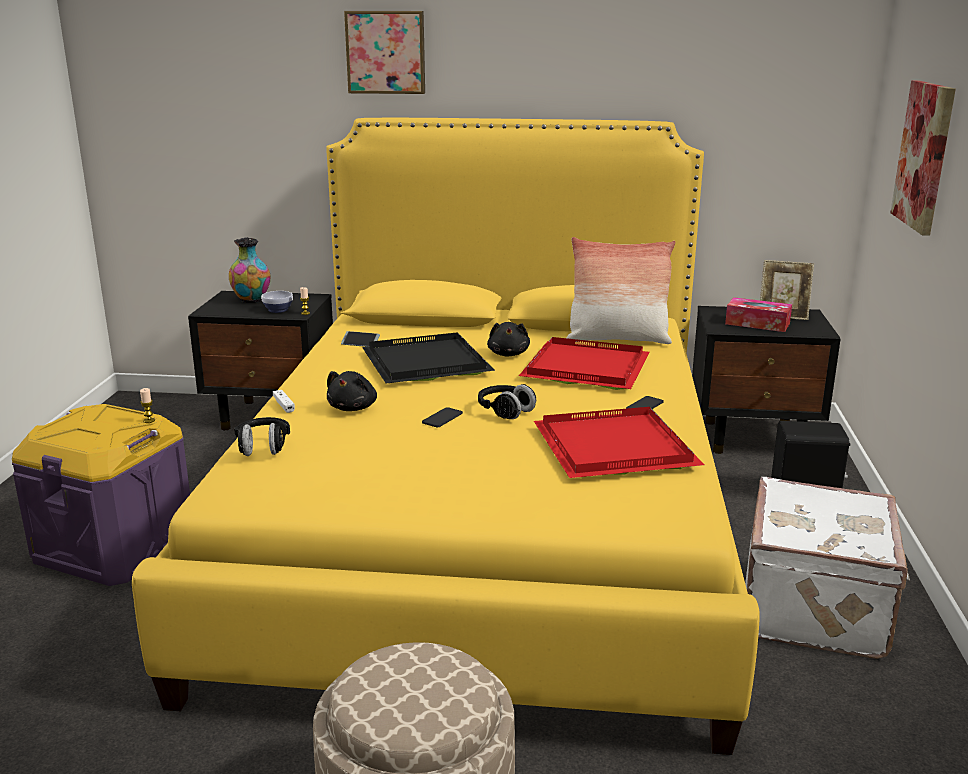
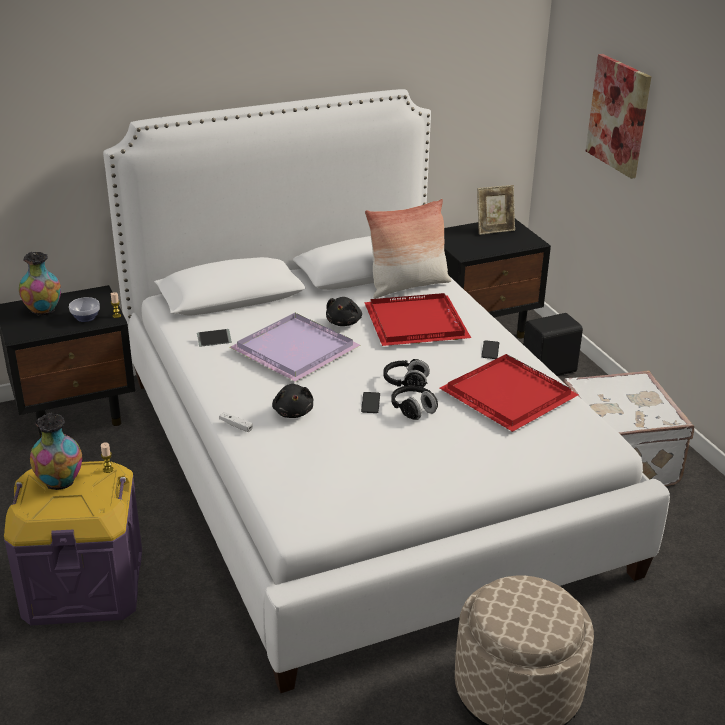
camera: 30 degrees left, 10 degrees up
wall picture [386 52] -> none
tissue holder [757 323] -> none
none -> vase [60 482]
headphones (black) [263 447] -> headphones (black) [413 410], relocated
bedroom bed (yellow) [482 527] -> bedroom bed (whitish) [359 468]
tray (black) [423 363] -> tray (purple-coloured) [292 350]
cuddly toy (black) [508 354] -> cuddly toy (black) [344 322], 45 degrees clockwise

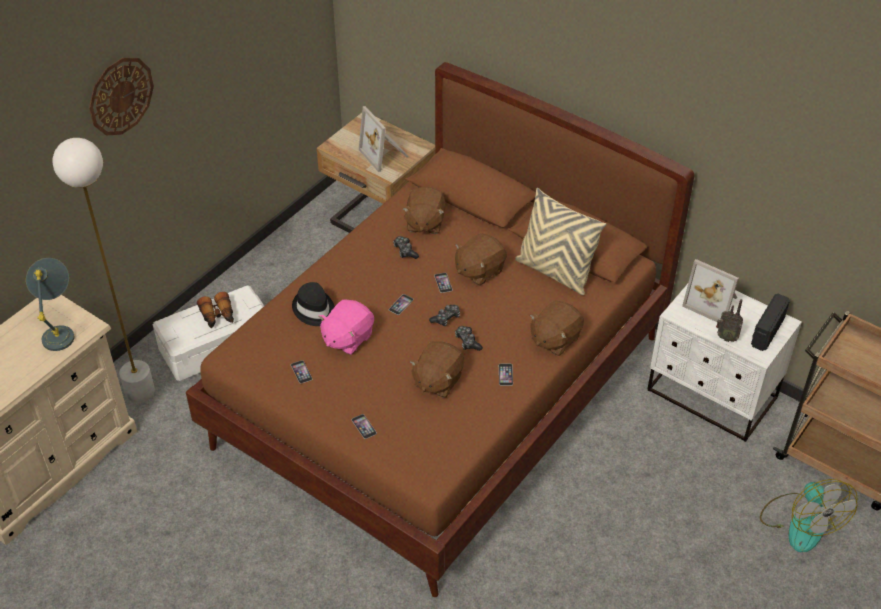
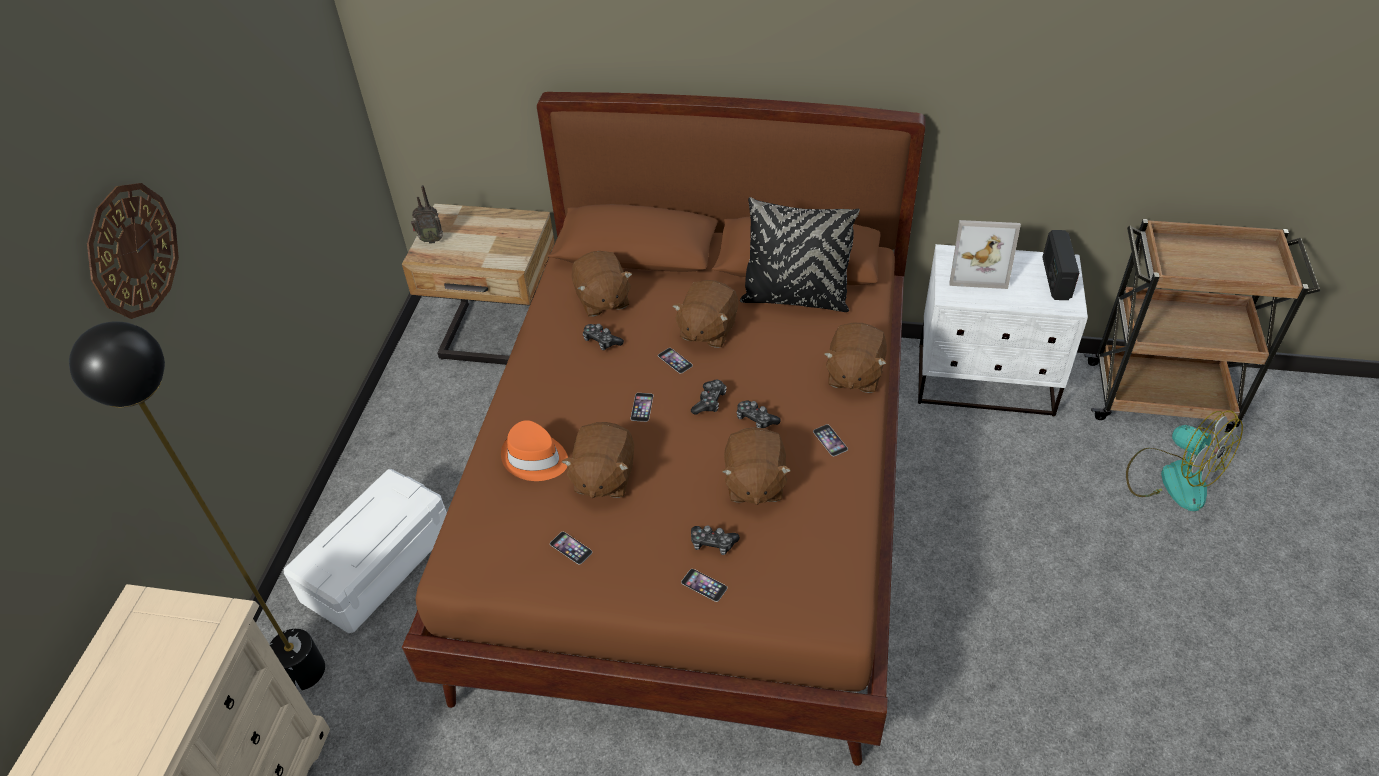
camera: 25 degrees left, 0 degrees up
tabletop lamp (greyish) [61 330] -> none
field glasses [218 316] -> none
picture frame [385 154] -> none
none -> game controller [713 543]
radio receiver [726 337] -> radio receiver [431 240], relocated
standing lamp (whitish) [139 391] -> standing lamp (black) [303 671]
wearable hat (black) [314 310] -> wearable hat (orange-coloured) [535 458]
cuddly toy (pink) [347 338] -> cuddly toy (brown-coloured) [603 477]
pillow (sand-coloured) [555 272] -> pillow (black) [795 298]

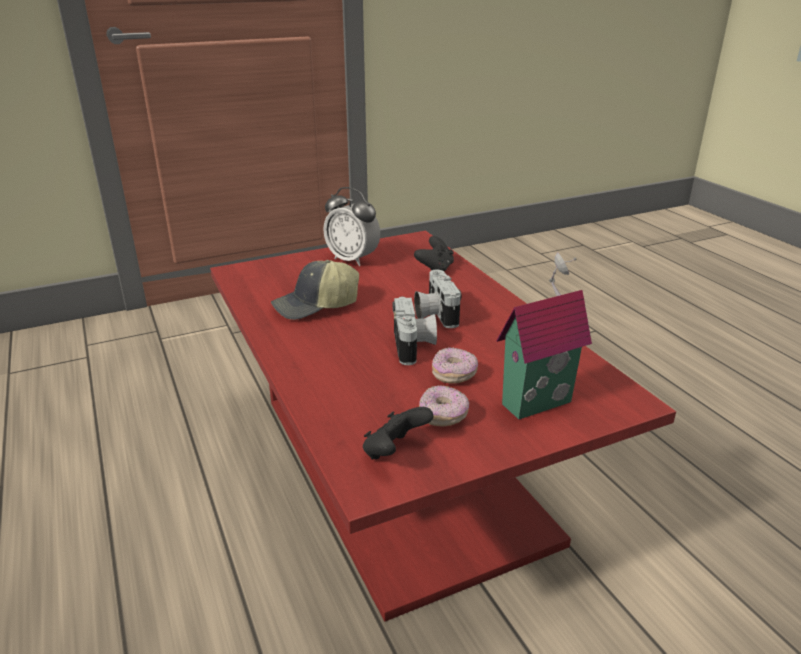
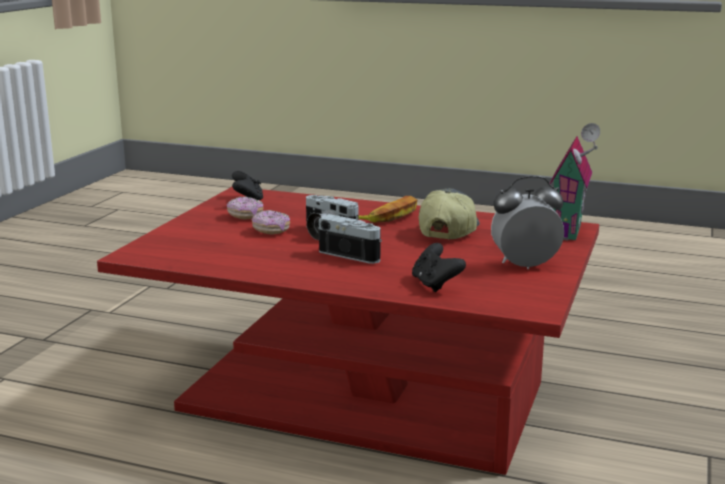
camera: 135 degrees right, 10 degrees down
none -> banana [387 216]
model house [534 400] -> model house [571 232], relocated

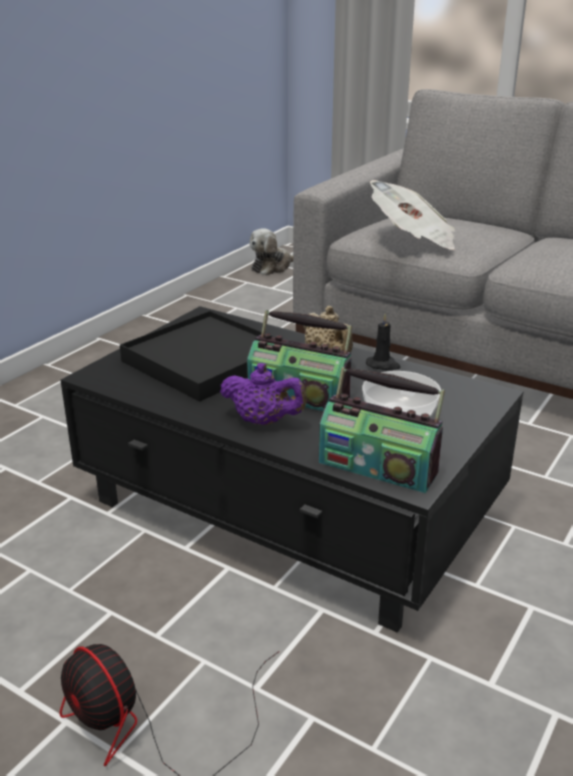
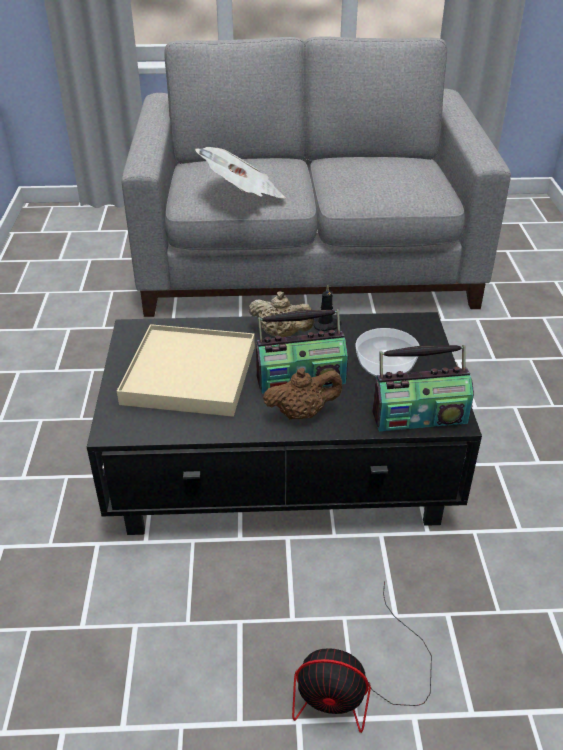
camera: 35 degrees left, 10 degrees up
cuddly toy [273 267] -> none
tray (black) [205 360] -> tray (sand-coloured) [189 374]
tea pot (purple-coloured) [263 421] -> tea pot (brown-coloured) [302 413]

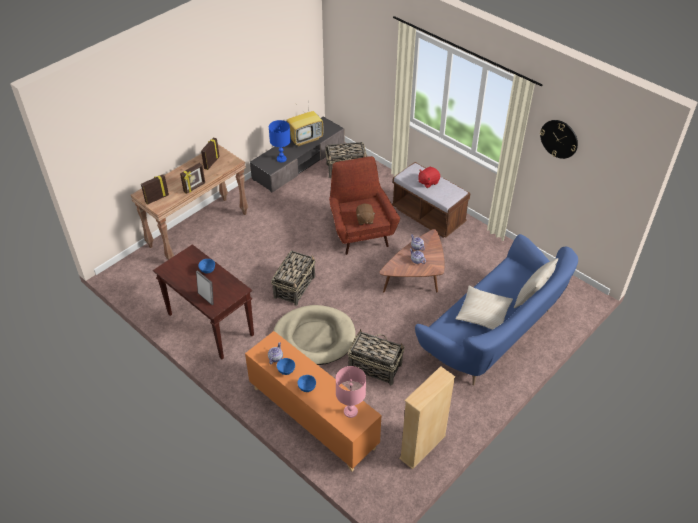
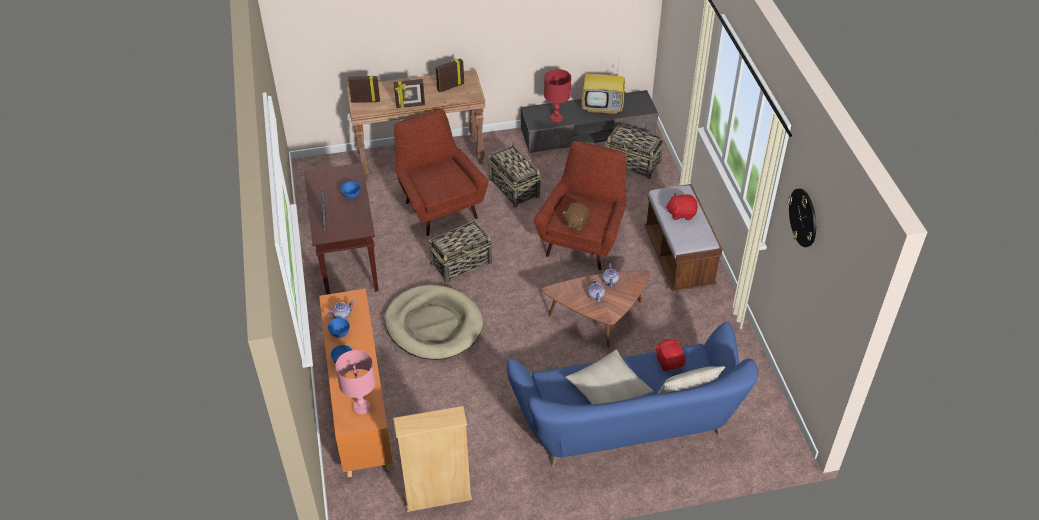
camera: 35 degrees right, 0 degrees up
none -> armchair (red) [439 207]
none -> cuddly toy (red) [669 362]
storage basket [374 366] -> storage basket [514 187], relocated
tabletop lamp (blue) [281 159] -> tabletop lamp (red) [556 118]

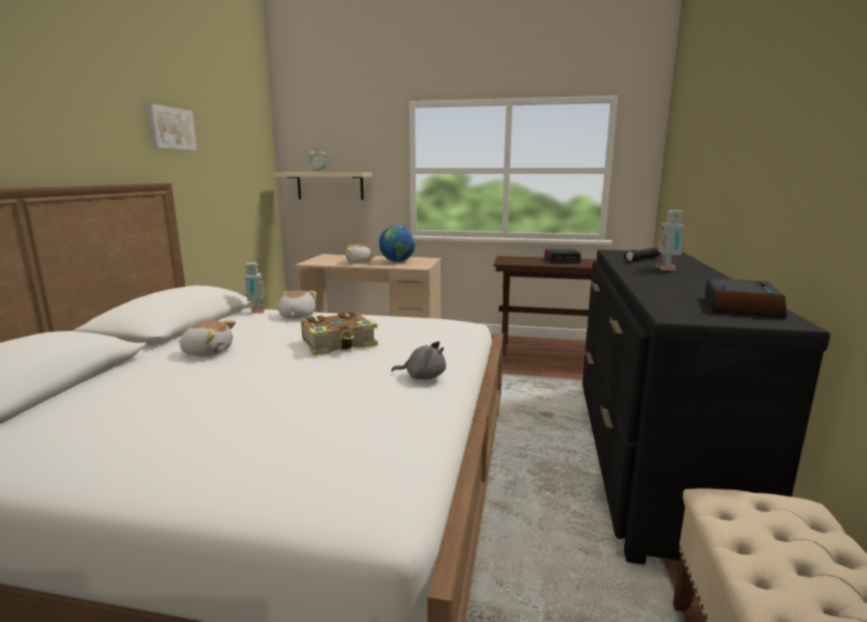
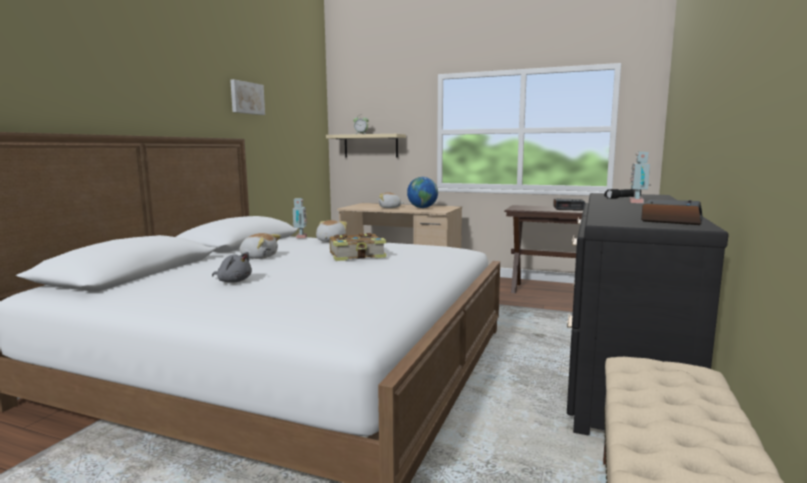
camera: 10 degrees right, 5 degrees down
cuddly toy (greyish) [423 377] -> cuddly toy (greyish) [233 281], relocated

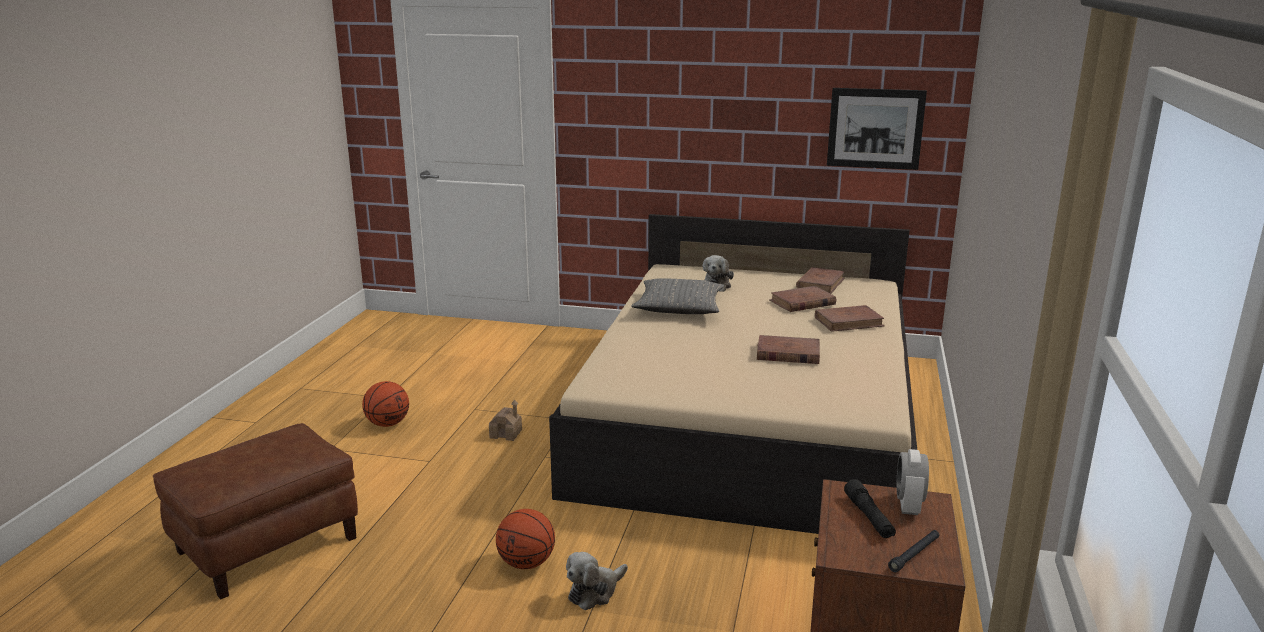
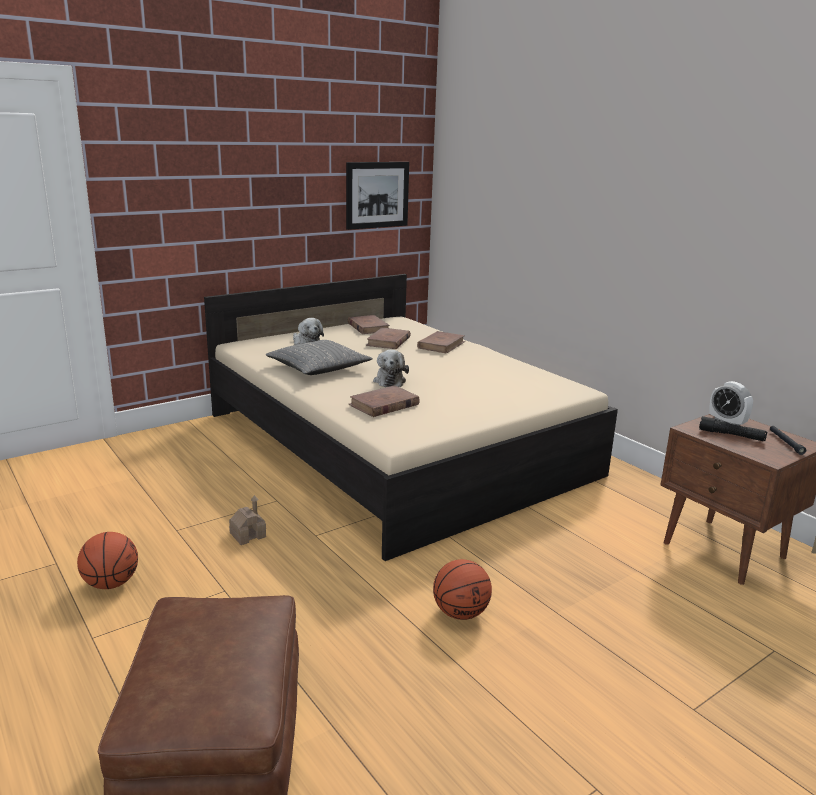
camera: 50 degrees left, 0 degrees up
cuddly toy [595 591] -> cuddly toy [389 380], relocated
bound book (brown-coloured) [787 354] -> bound book (brown-coloured) [384 405], relocated

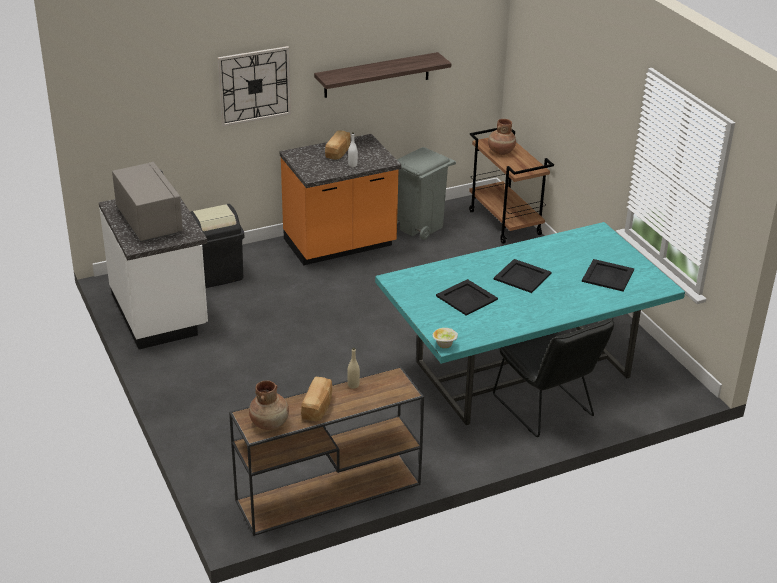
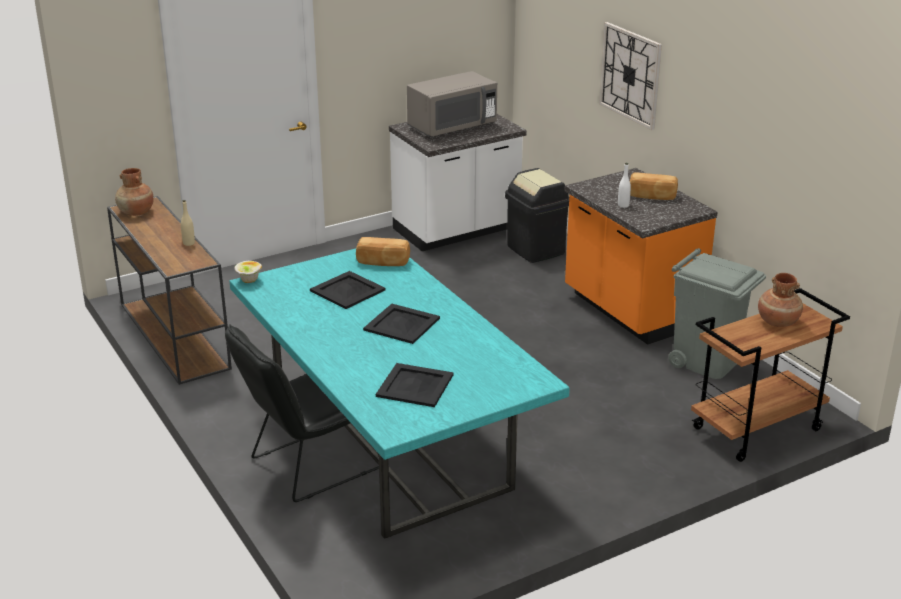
camera: 85 degrees right, 5 degrees down
wall shelf [377 75] -> none
baked bread [318 407] -> baked bread [383 262], relocated

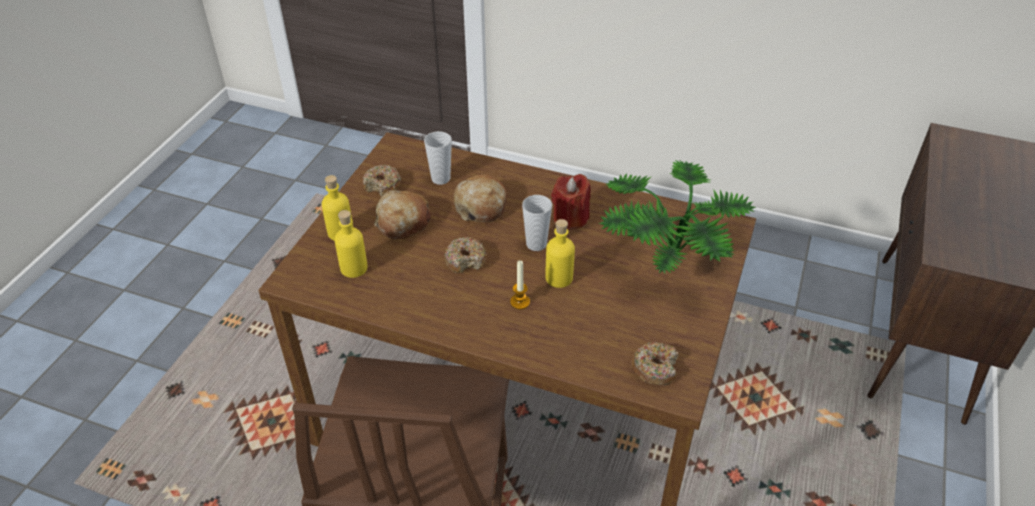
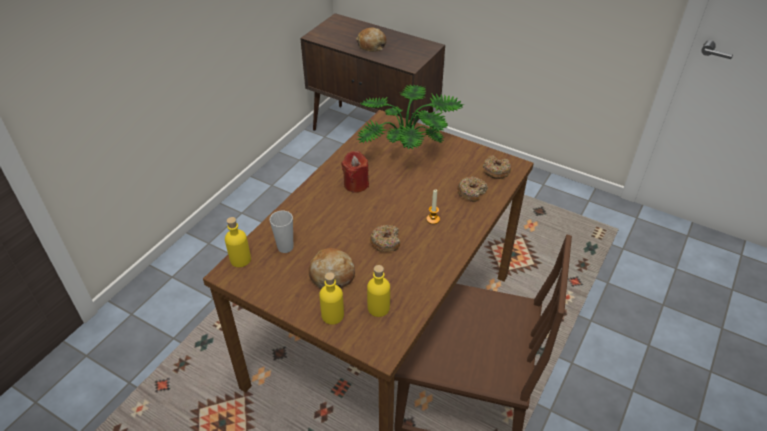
camera: 80 degrees left, 0 degrees up
cup [536 244] -> none
ring doughnut [382 186] -> ring doughnut [471 192], relocated
baked bread [481 206] -> baked bread [371 45], relocated
beverage bottle (yellow) [559 278] -> beverage bottle (yellow) [240 259], relocated

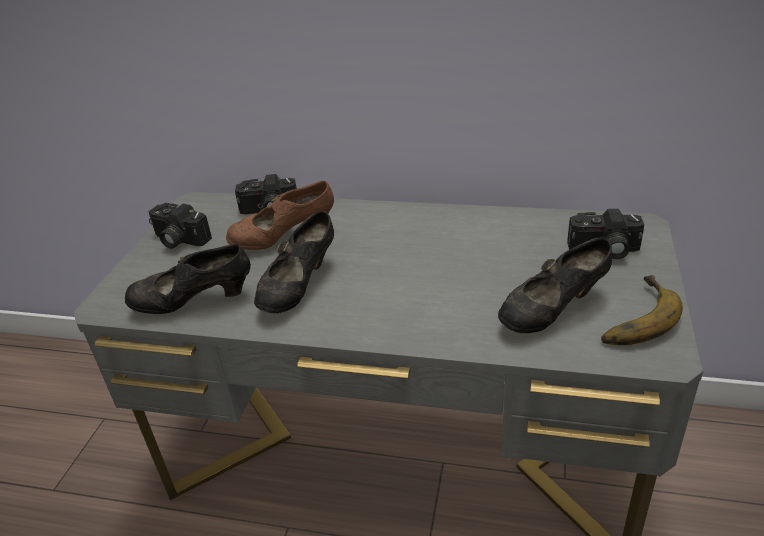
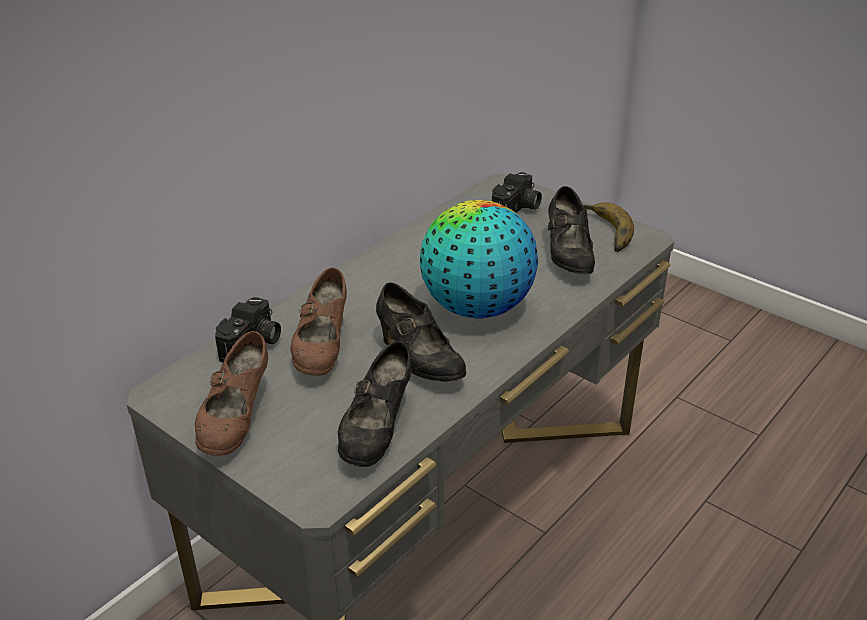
camera: 65 degrees left, 0 degrees up
none -> desk globe [476 307]
photo camera [178 240] -> low shoe (brown-coloured) [236 421]

